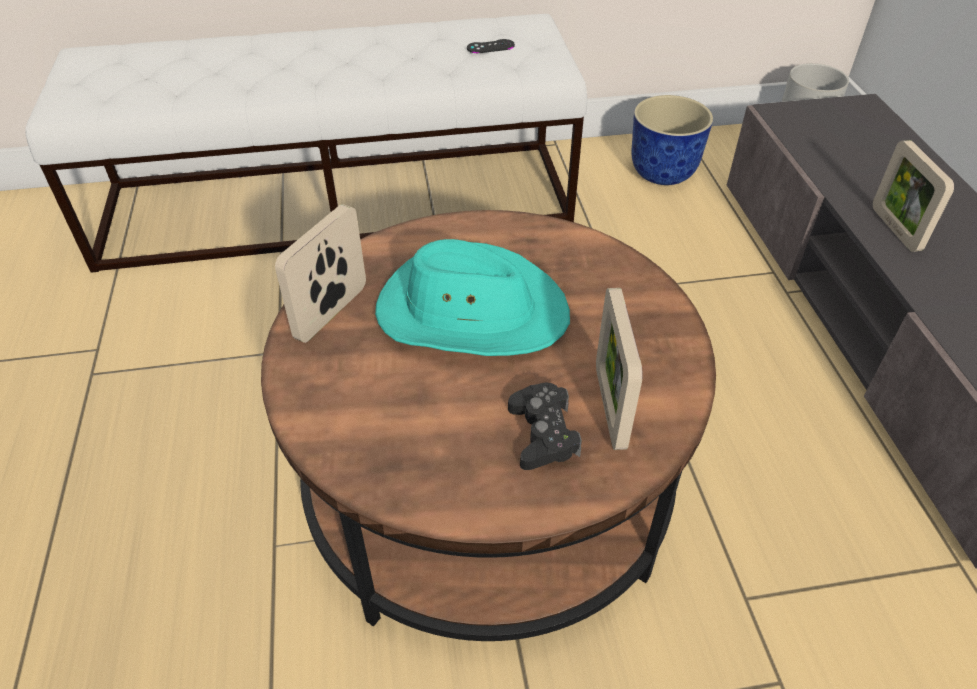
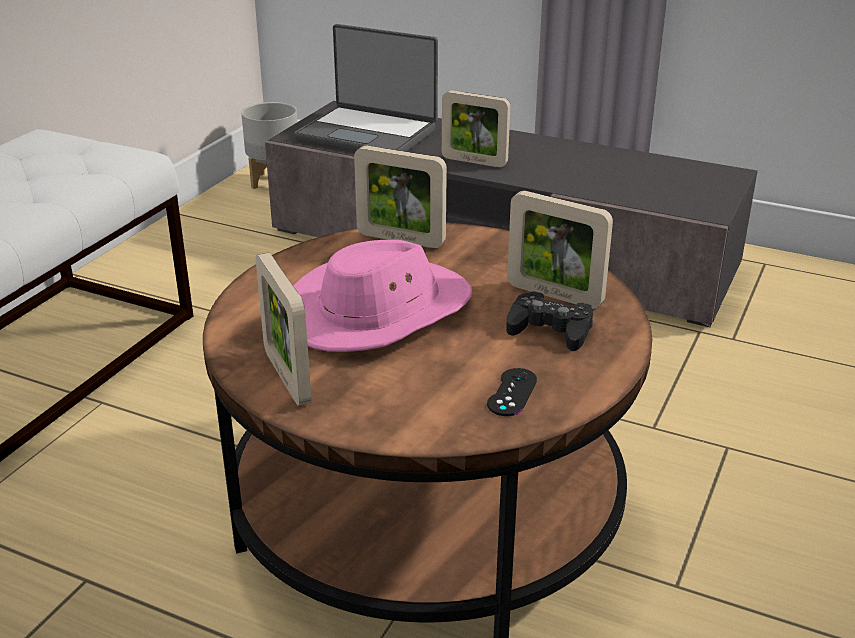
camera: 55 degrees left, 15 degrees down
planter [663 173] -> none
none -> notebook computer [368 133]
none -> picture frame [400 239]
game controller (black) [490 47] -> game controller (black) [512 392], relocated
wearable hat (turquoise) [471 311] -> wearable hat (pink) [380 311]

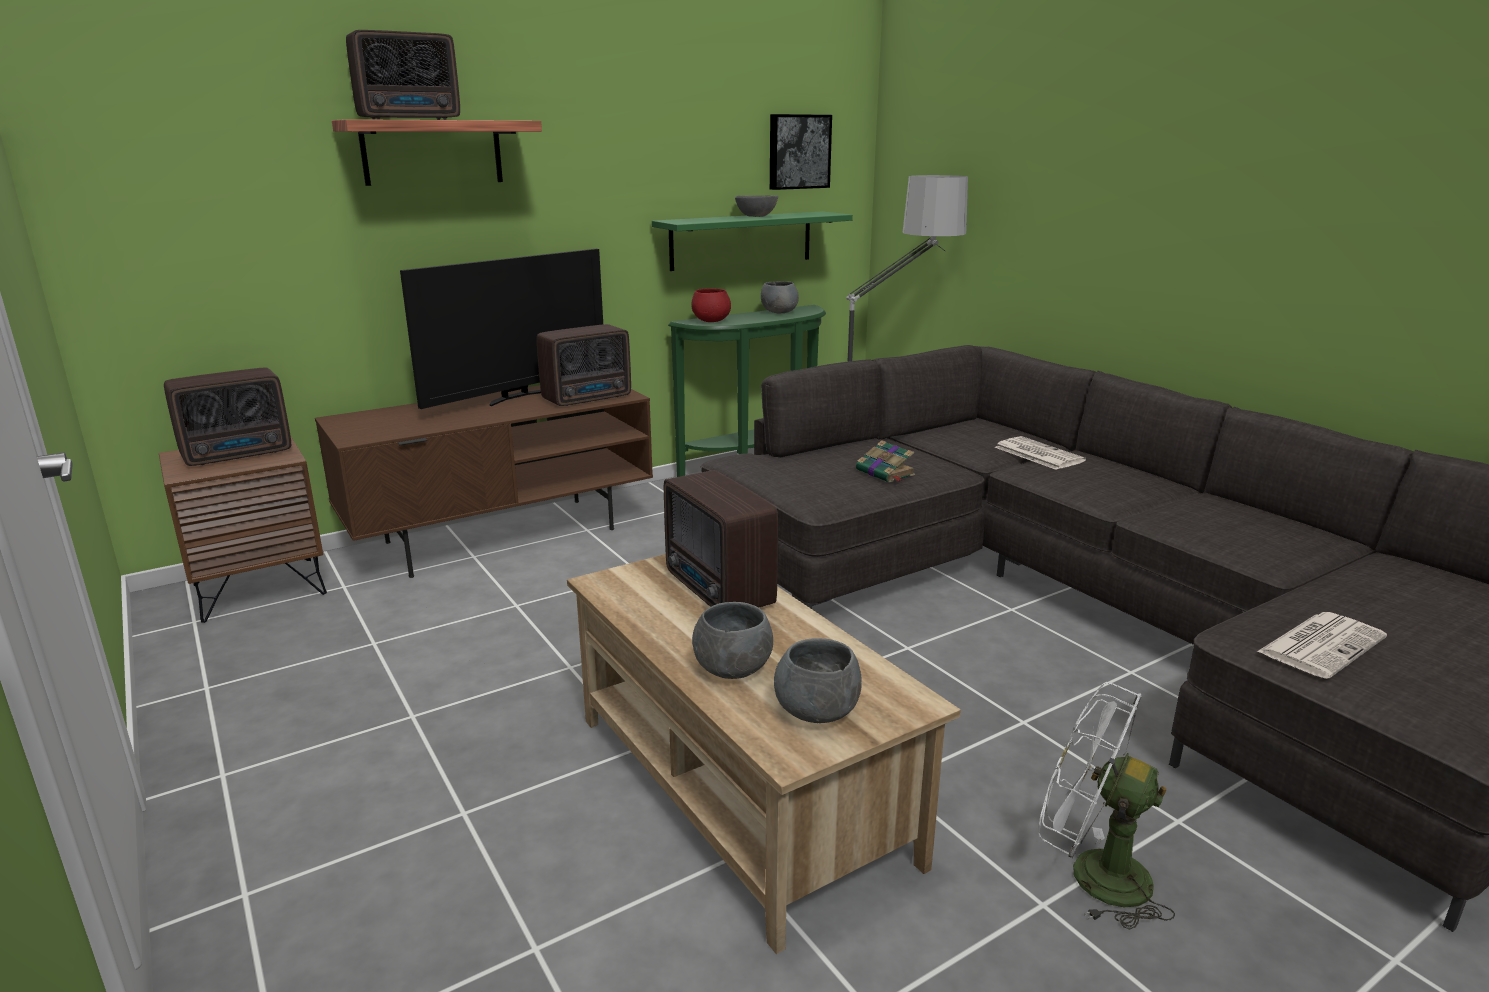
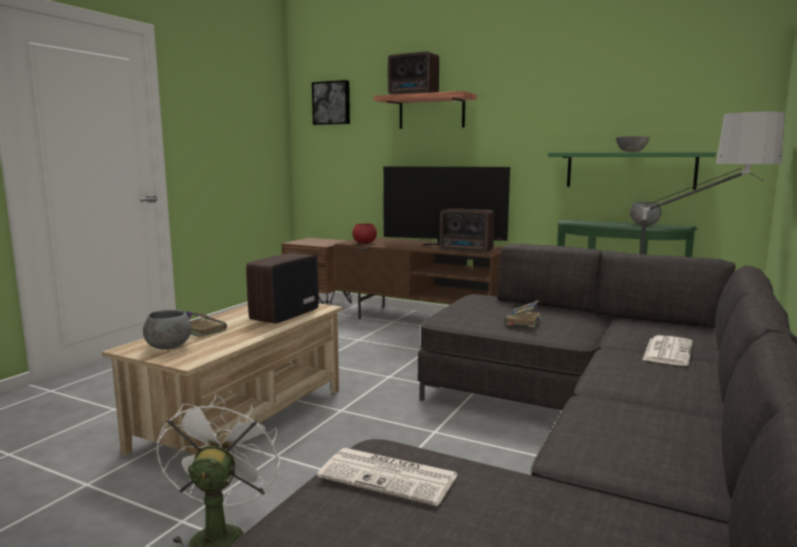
camera: 60 degrees right, 10 degrees down
radio receiver [240 454] -> none
serving bowl (red) [711 321] -> serving bowl (red) [365 243], relocated
wall picture [798 152] -> wall picture [332 103], relocated
serving bowl (greyish) [732 670] -> bound book [201 330]

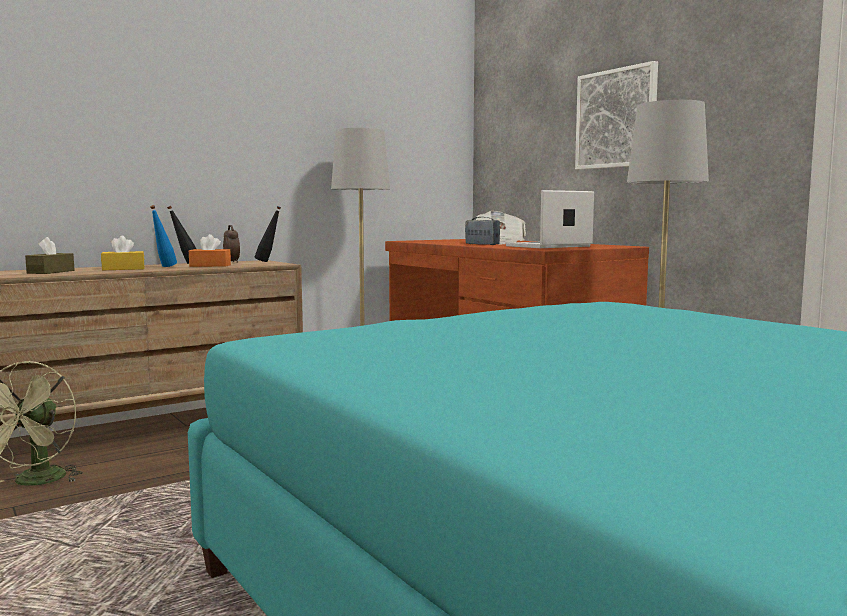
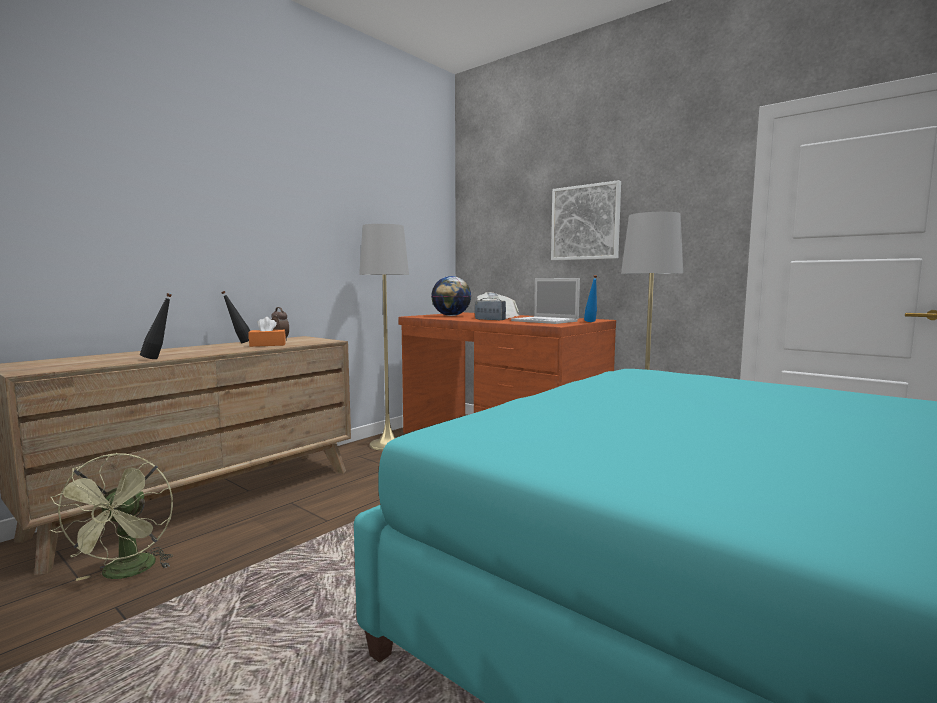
camera: 15 degrees left, 0 degrees up
tissue holder (brown-coloured) [51 272] -> none
tissue holder (yellow) [123 269] -> none
none -> desk globe [451 316]
beverage bottle (blue) [164 267] -> beverage bottle (blue) [591 322], relocated
beverage bottle (black) [268 262] -> beverage bottle (black) [159 359], relocated
notebook computer [547 246] -> notebook computer [546 321], 90 degrees counterclockwise

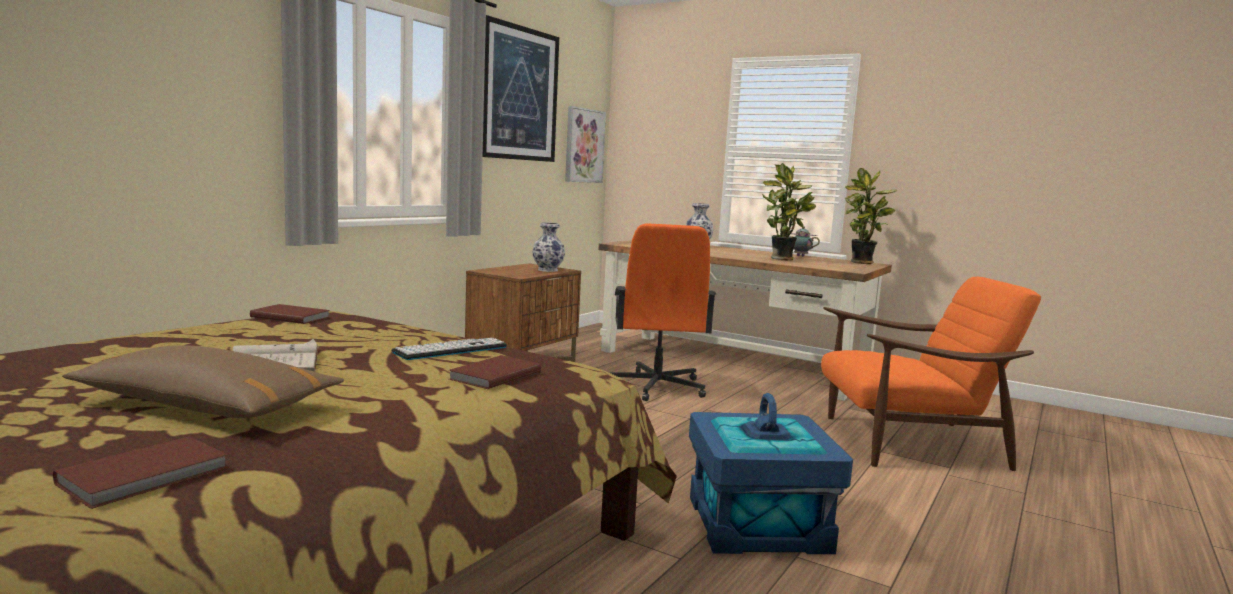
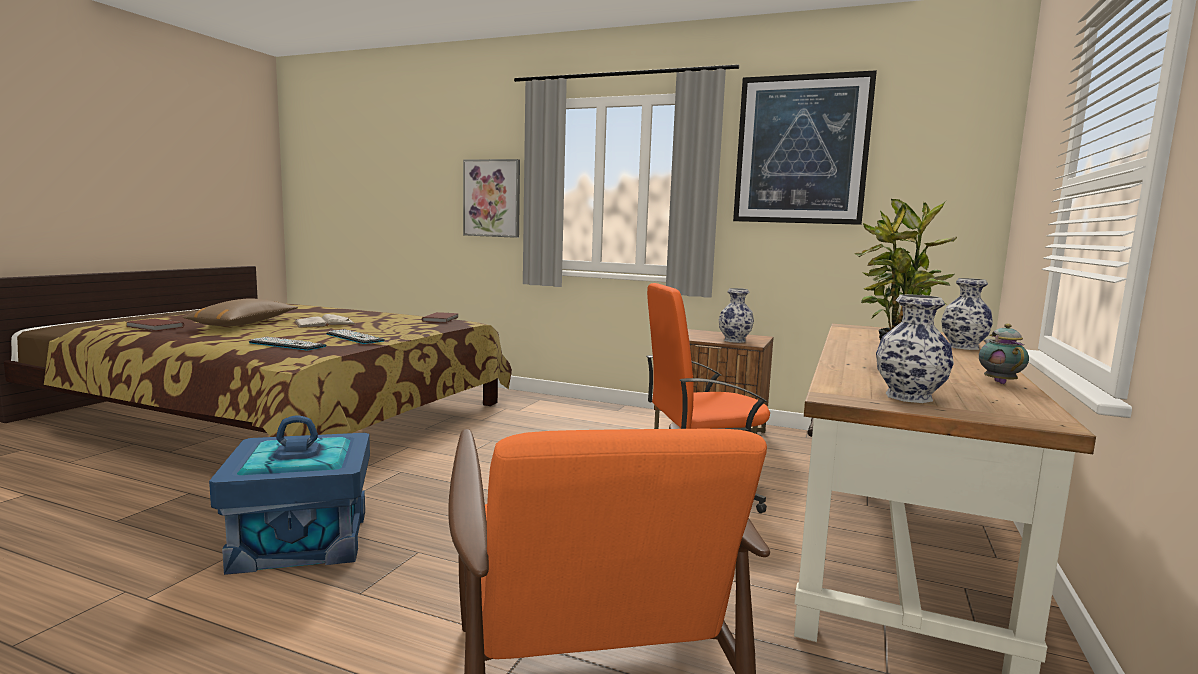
camera: 80 degrees right, 0 degrees up
houseplant [862 263] -> none
none -> vase [908 396]
wall picture [584 145] -> wall picture [492 198], relocated
bound book (brown-coloured) [493 375] -> keyboard [287 345]

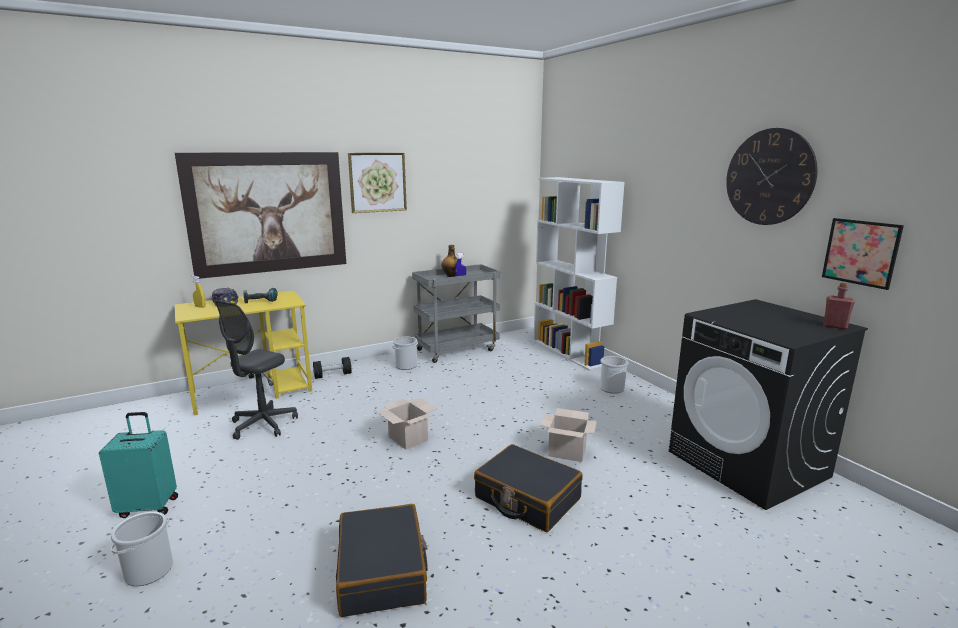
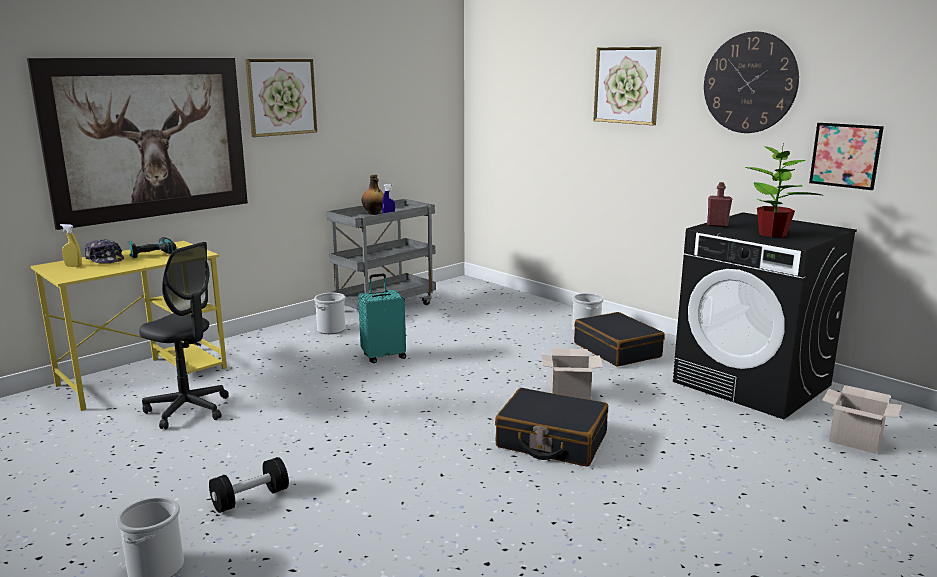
camera: 15 degrees left, 0 degrees up
shelving unit (whitish) [570 352] -> none
none -> wall picture [627 85]
none -> houseplant [773 234]
suitcase (turquoise) [149 506] -> suitcase (turquoise) [383 356], relocated
free weight (black) [332 375] -> free weight (black) [250 498], relocated
suitcase (black) [382 571] -> suitcase (black) [617 350], relocated
cardboard box [409 439] -> cardboard box [856 440], relocated
beverage bottle (red) [835 326] -> beverage bottle (red) [717 225], relocated
desk chair (greyish) [263 425] -> desk chair (greyish) [188 410], 75 degrees counterclockwise

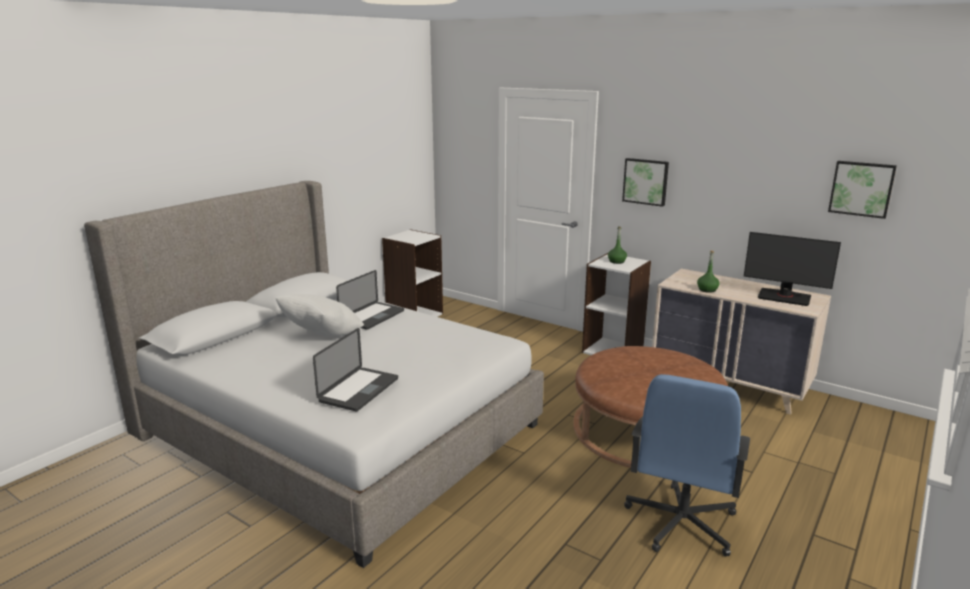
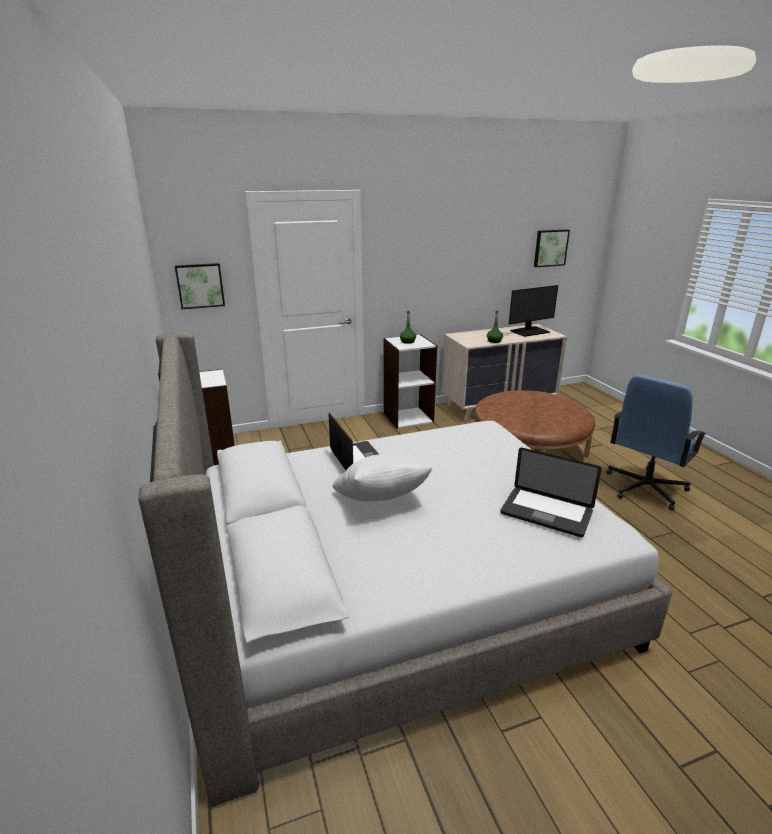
camera: 55 degrees left, 5 degrees up
wall picture [646 181] -> wall picture [200 285], relocated
notebook computer [359 390] -> notebook computer [546 513], 150 degrees clockwise
desk chair (blue) [680 523] -> desk chair (blue) [644 488], 75 degrees clockwise

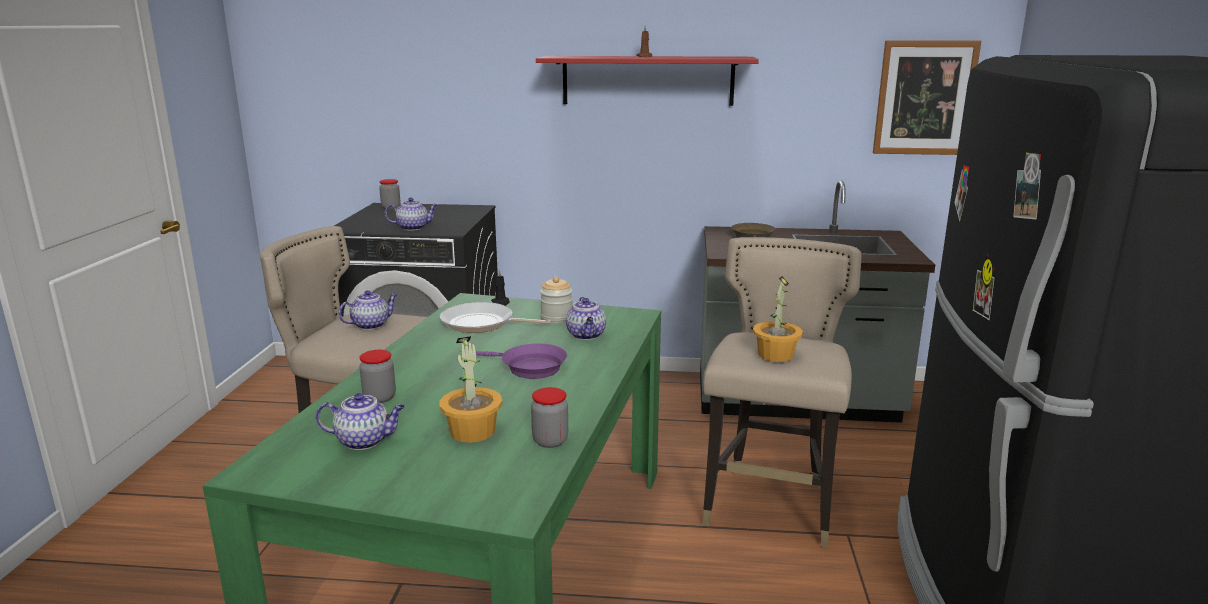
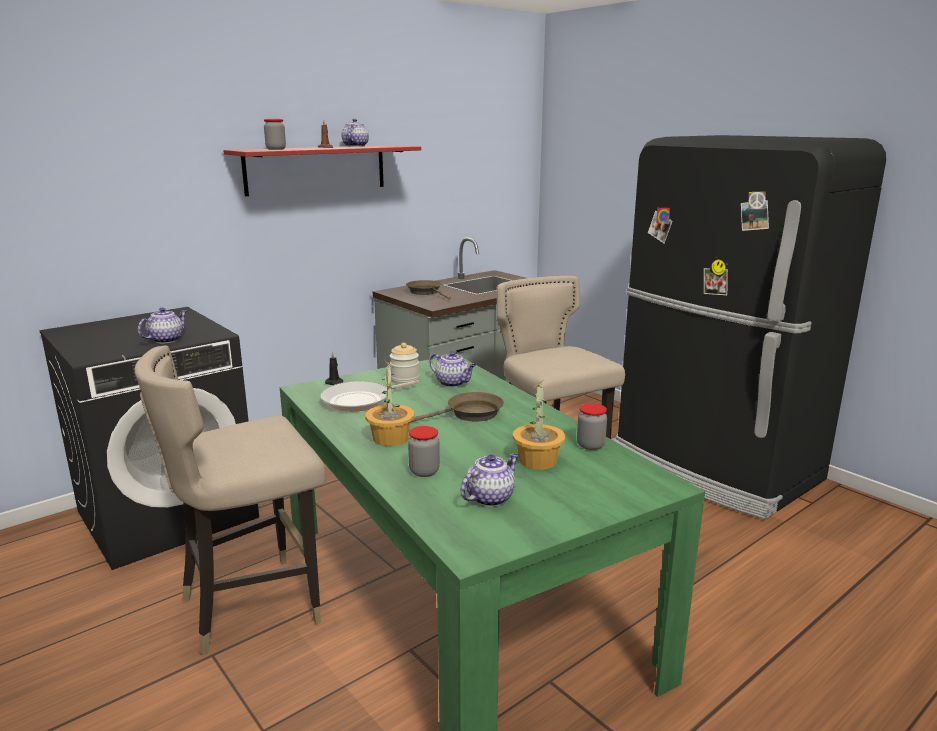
camera: 45 degrees left, 0 degrees up
wall picture [924 98] -> none
tea pot [371 325] -> tea pot [355 146], relocated
storage jar [391 208] -> storage jar [276 149], relocated
houseplant [775 354] -> houseplant [390 438], relocated
frying pan (purple-coloured) [528 368] -> frying pan (brown-coloured) [470 414]

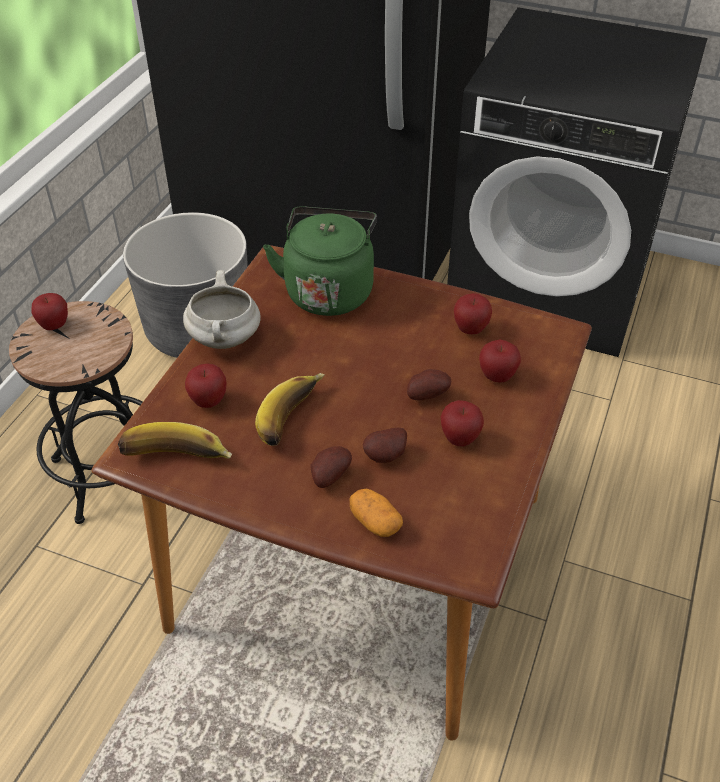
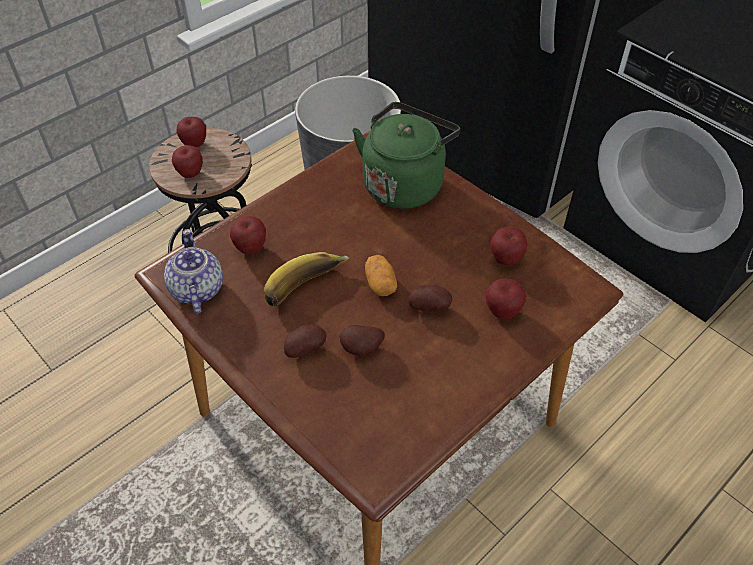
camera: 25 degrees right, 5 degrees up
cooking pot (whitish) [225 339] -> none
spud [375 522] -> spud [380 283], relocated
apple fruit [459 439] -> apple fruit [190 174], relocated
banana [176 461] -> tea pot [196 290]

